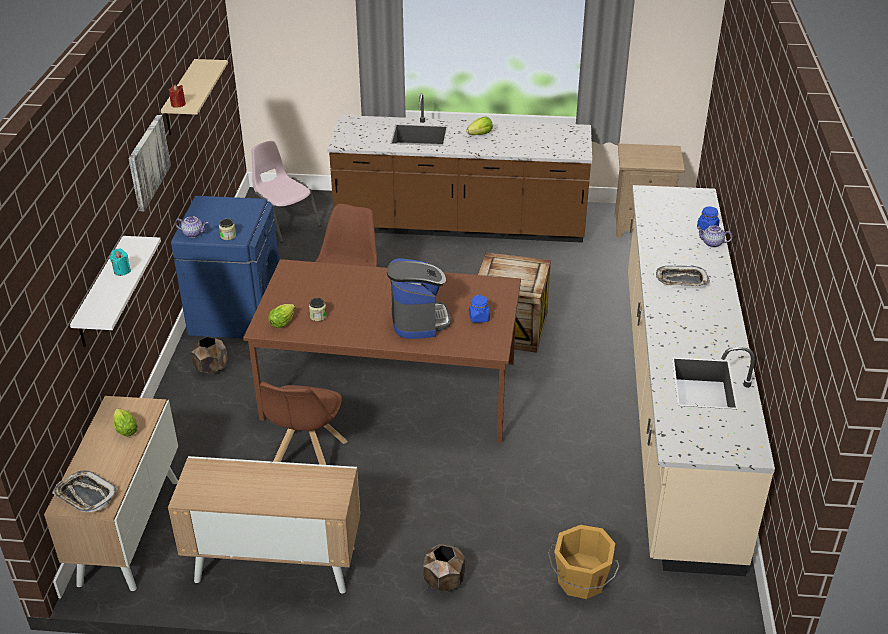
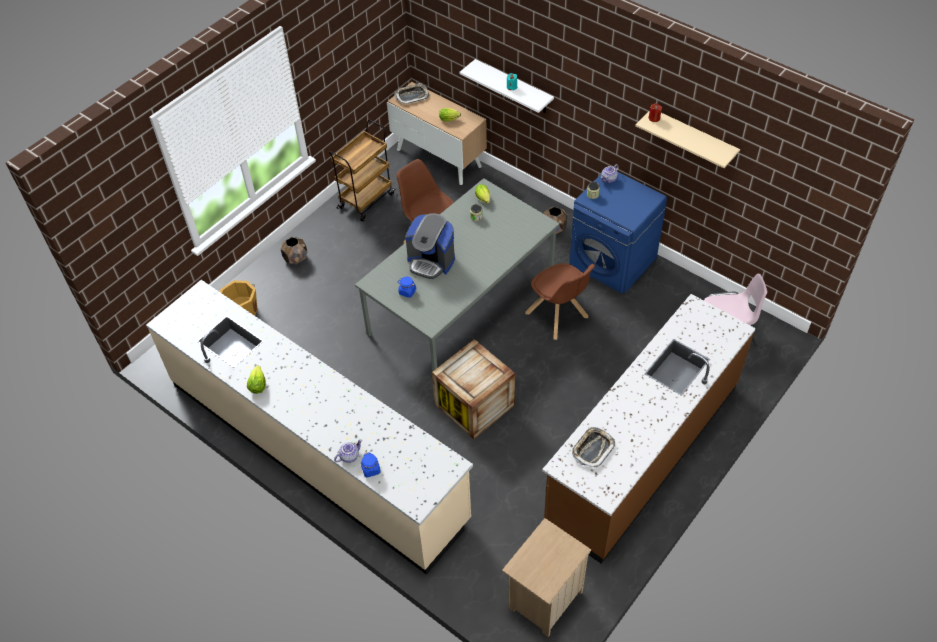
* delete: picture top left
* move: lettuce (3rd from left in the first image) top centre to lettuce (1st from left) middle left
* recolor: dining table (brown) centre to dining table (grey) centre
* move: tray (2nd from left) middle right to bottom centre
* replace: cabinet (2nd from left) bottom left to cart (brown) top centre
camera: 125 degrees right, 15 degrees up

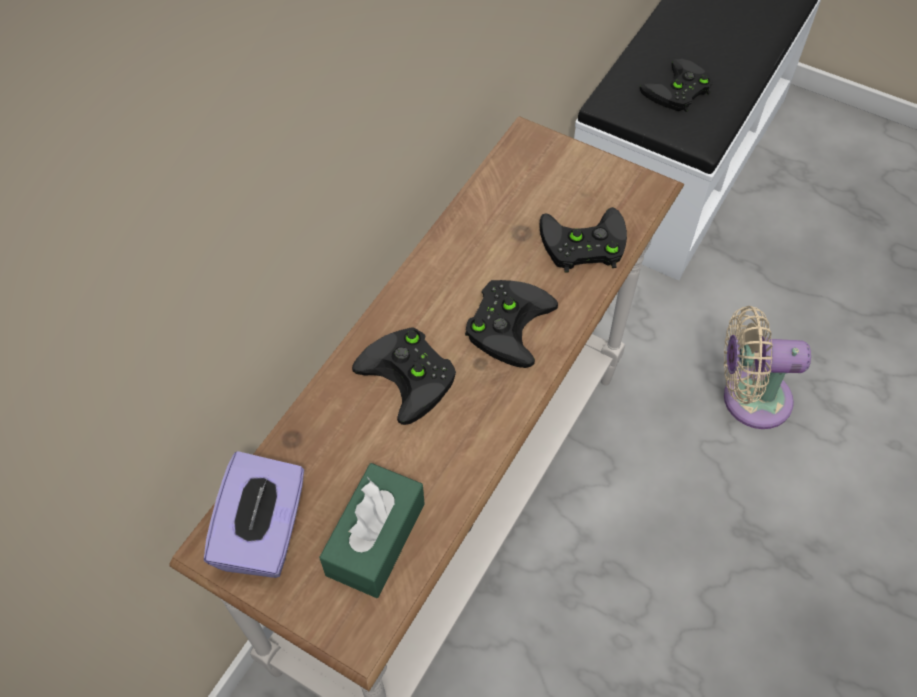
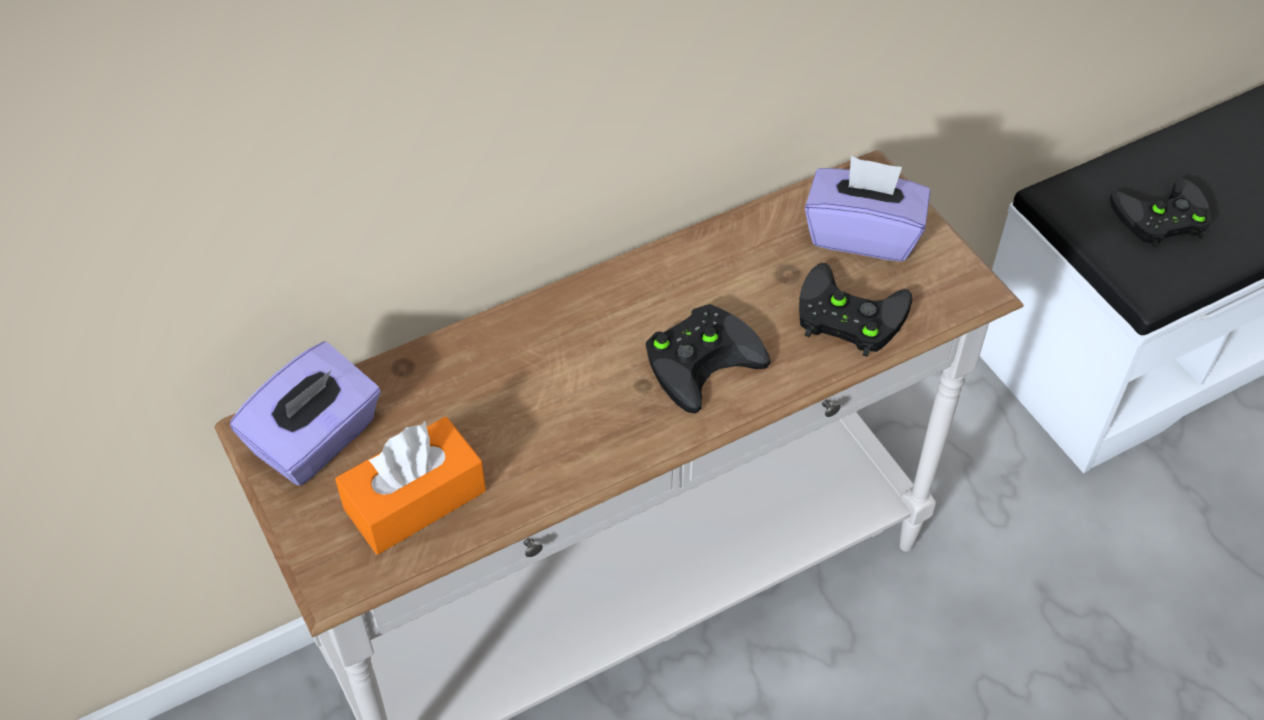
* delete: fan (beige) middle right
* delete: game controller (black) (1st from left) centre
* recolor: tissue box (green) bottom centre to tissue box (orange) bottom left
* insert: tissue box (purple) (2nd from left) top right
camera: 30 degrees right, 5 degrees down

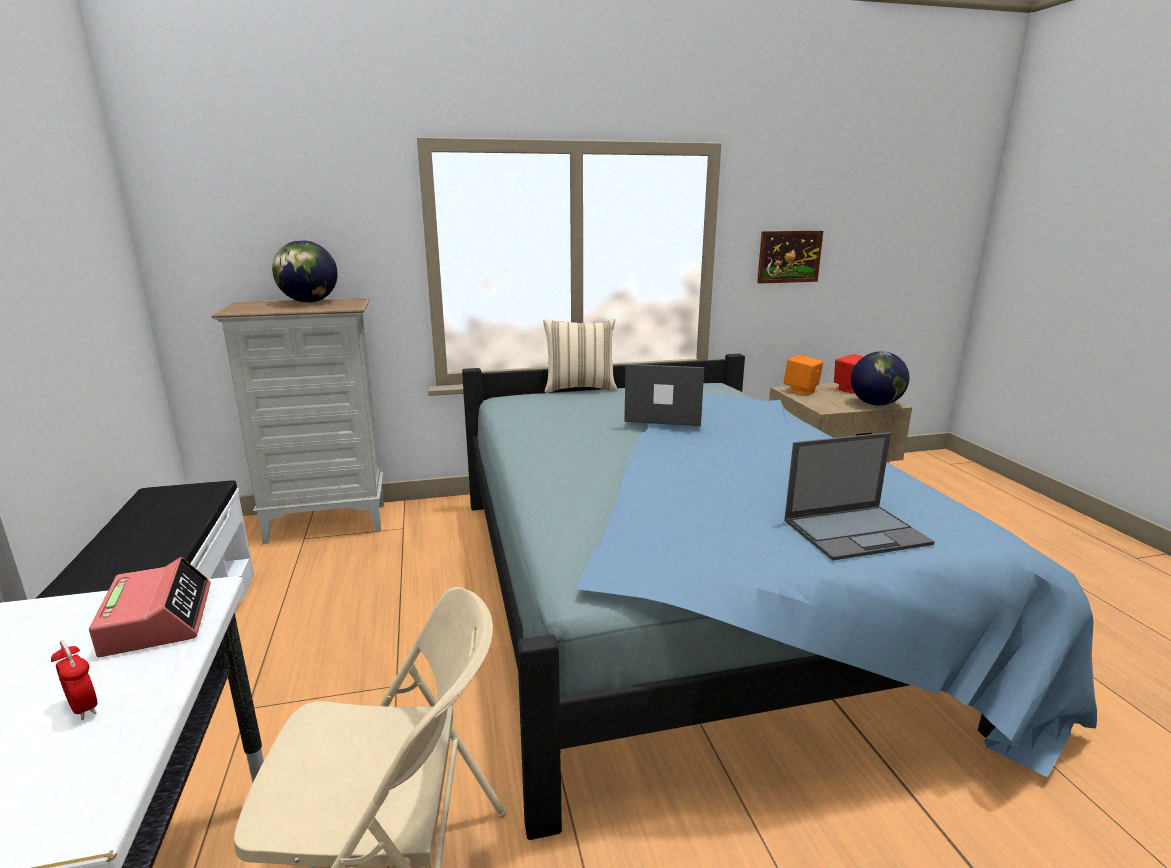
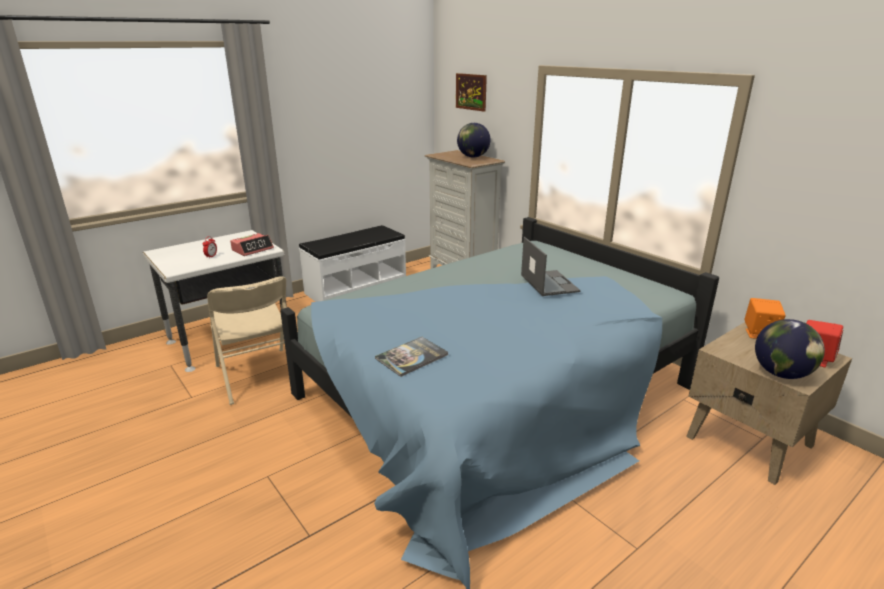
* move: picture top right to top centre
* delete: pillow (beige) centre
* replace: laptop (2nd from left) middle right to book centre
camera: 65 degrees right, 5 degrees up

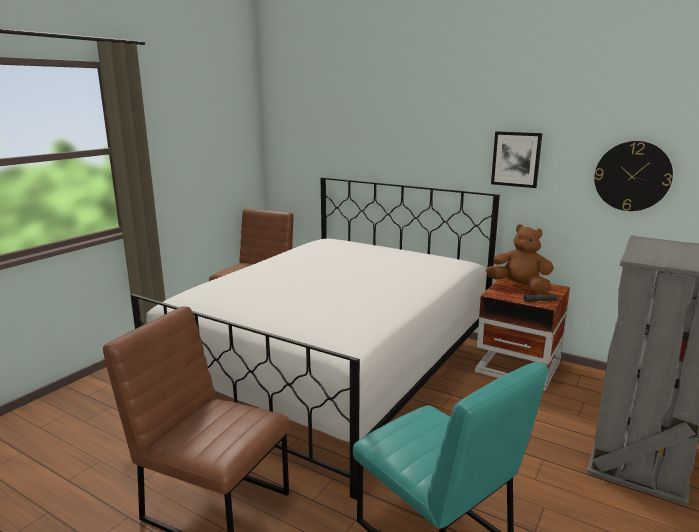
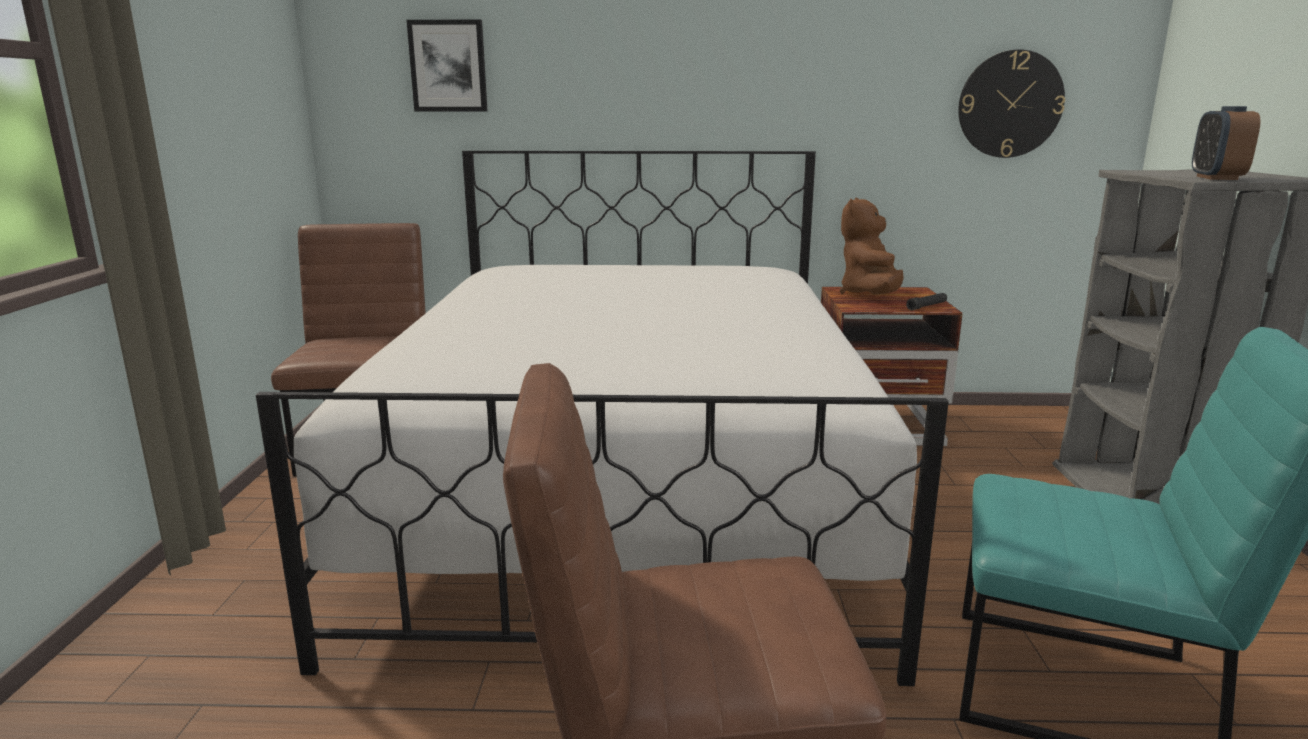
* move: picture top right to top centre
* rotate: plush toy (brown) middle right = top right 75 degrees counterclockwise
* insert: alarm clock top right
camera: 30 degrees left, 0 degrees up

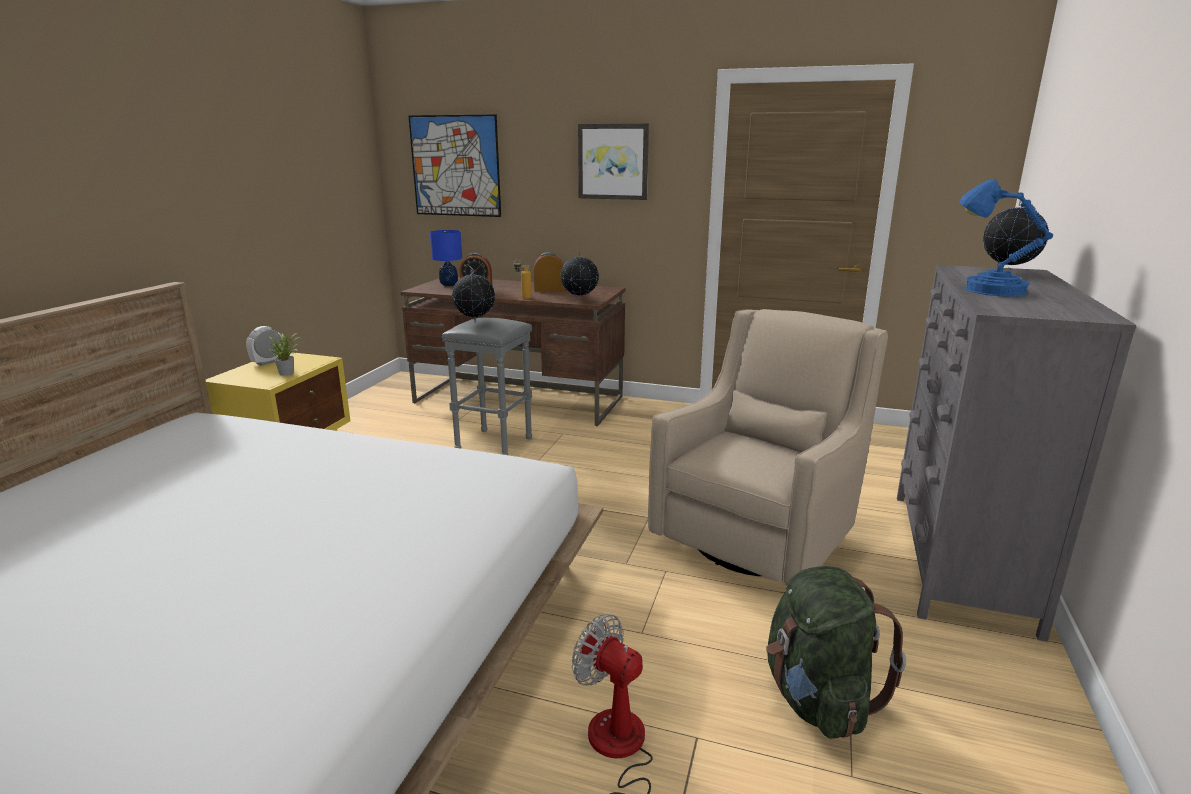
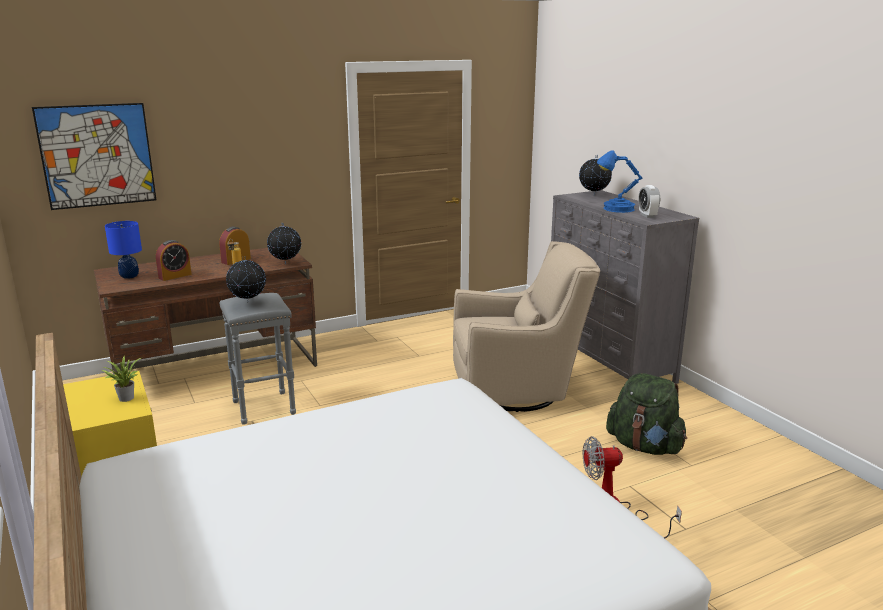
* delete: picture (2nd from left) top centre
* rotate: armchair (beige) centre = centre 90 degrees clockwise
* move: alarm clock (1st from left in the first image) middle left to alarm clock (3rd from left) top right
camera: 45 degrees left, 0 degrees up

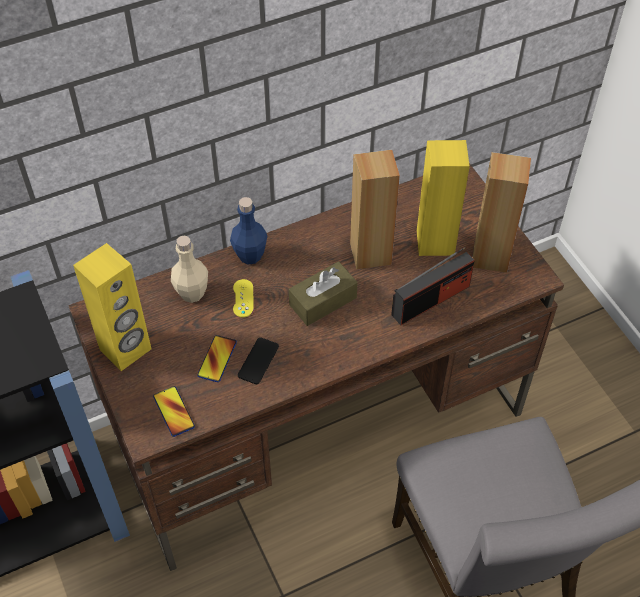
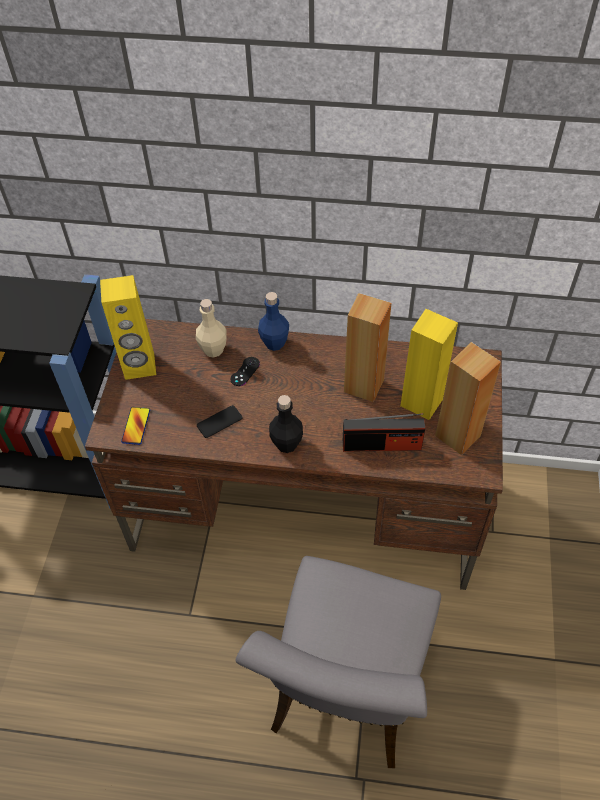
* delete: tissue box (brown) centre
* recolor: game controller (yellow) centre to game controller (black) centre
* delete: phone (2nd from left) centre
* insert: bottle (black) centre
camera: 35 degrees right, 0 degrees up

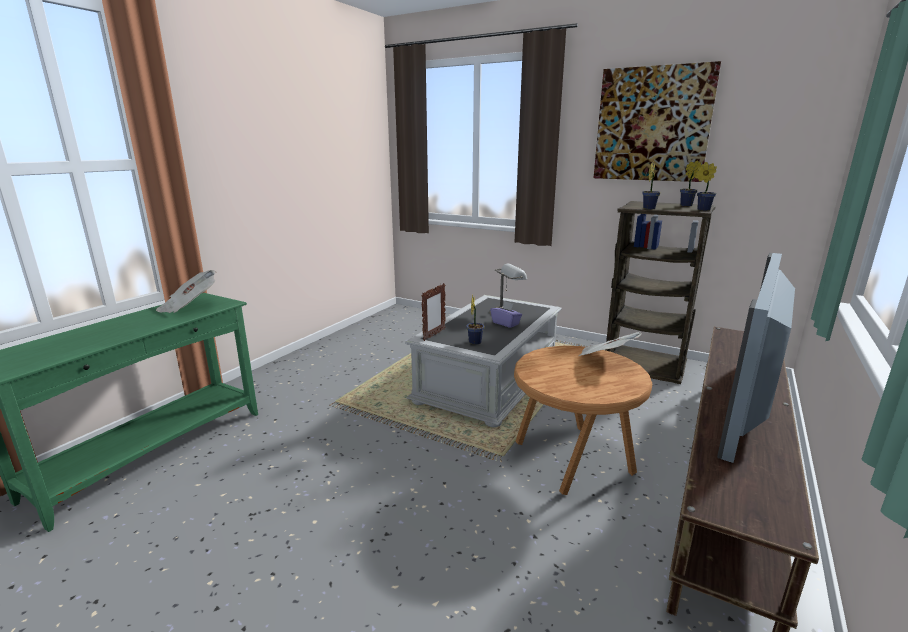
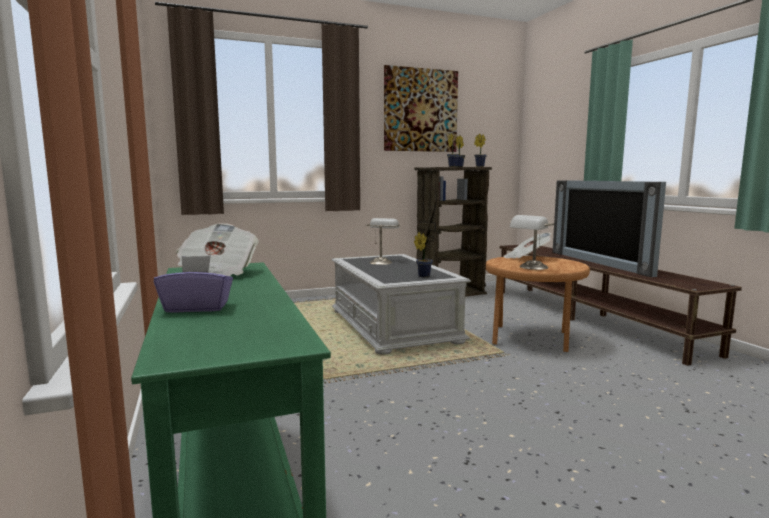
* delete: picture frame centre
* move: tissue box (purple) centre to middle left
* insert: table lamp (white) (2nd from left) middle right
camera: 50 degrees left, 10 degrees down

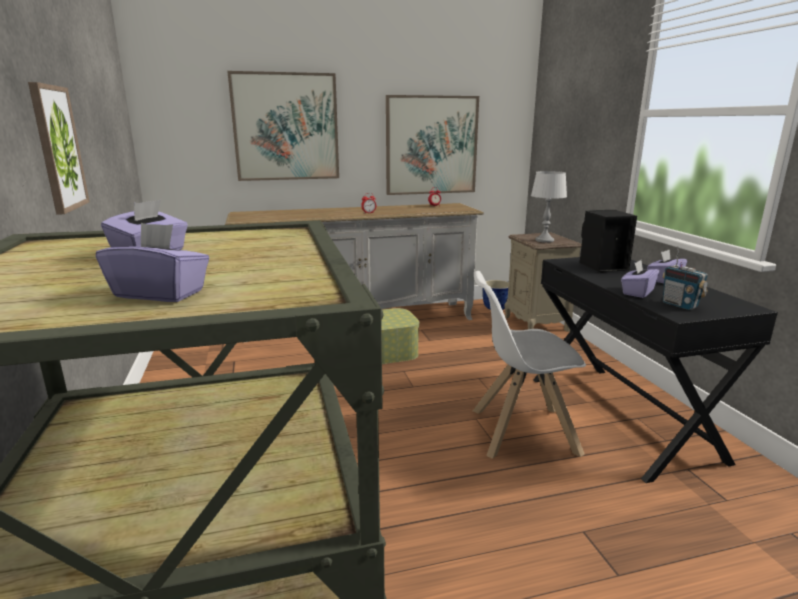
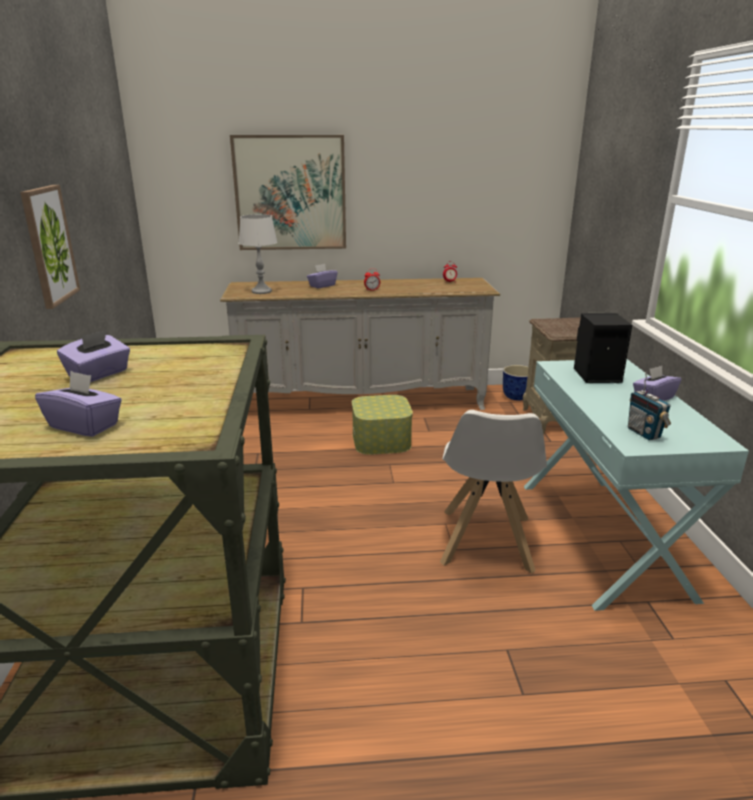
* delete: picture (3rd from left) top centre
* move: table lamp (grey) middle right to top centre
* recolor: desk (black) middle right to desk (turquoise) middle right
* move: tissue box (purple) (3rd from left) middle right to centre
* rotate: chair centre = centre 90 degrees counterclockwise
camera: 10 degrees right, 5 degrees up

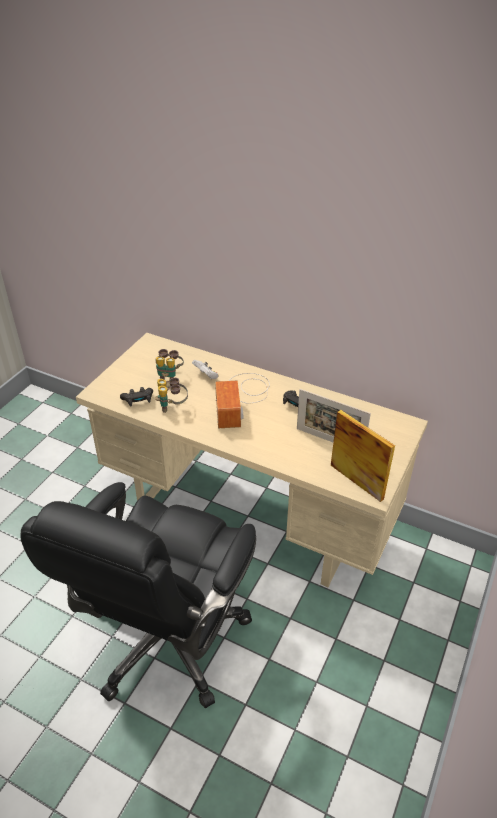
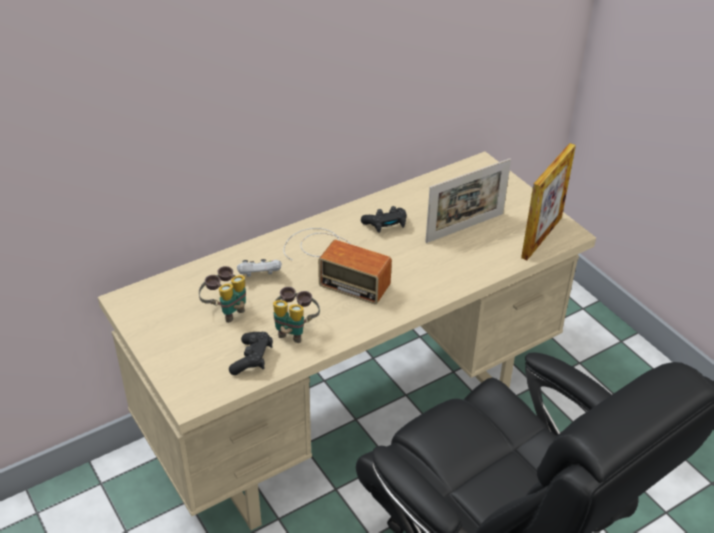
* rotate: picture frame (2nd from left) middle right = middle right 135 degrees clockwise
camera: 60 degrees left, 0 degrees up

